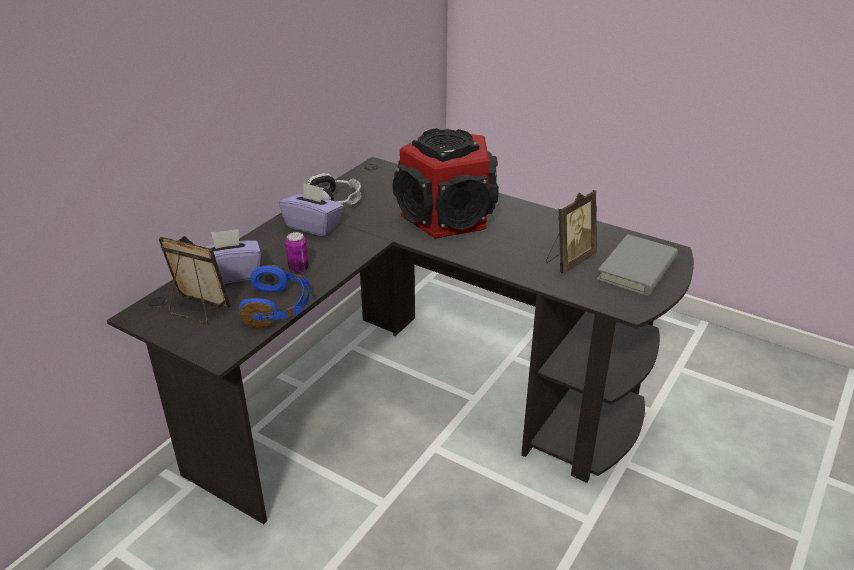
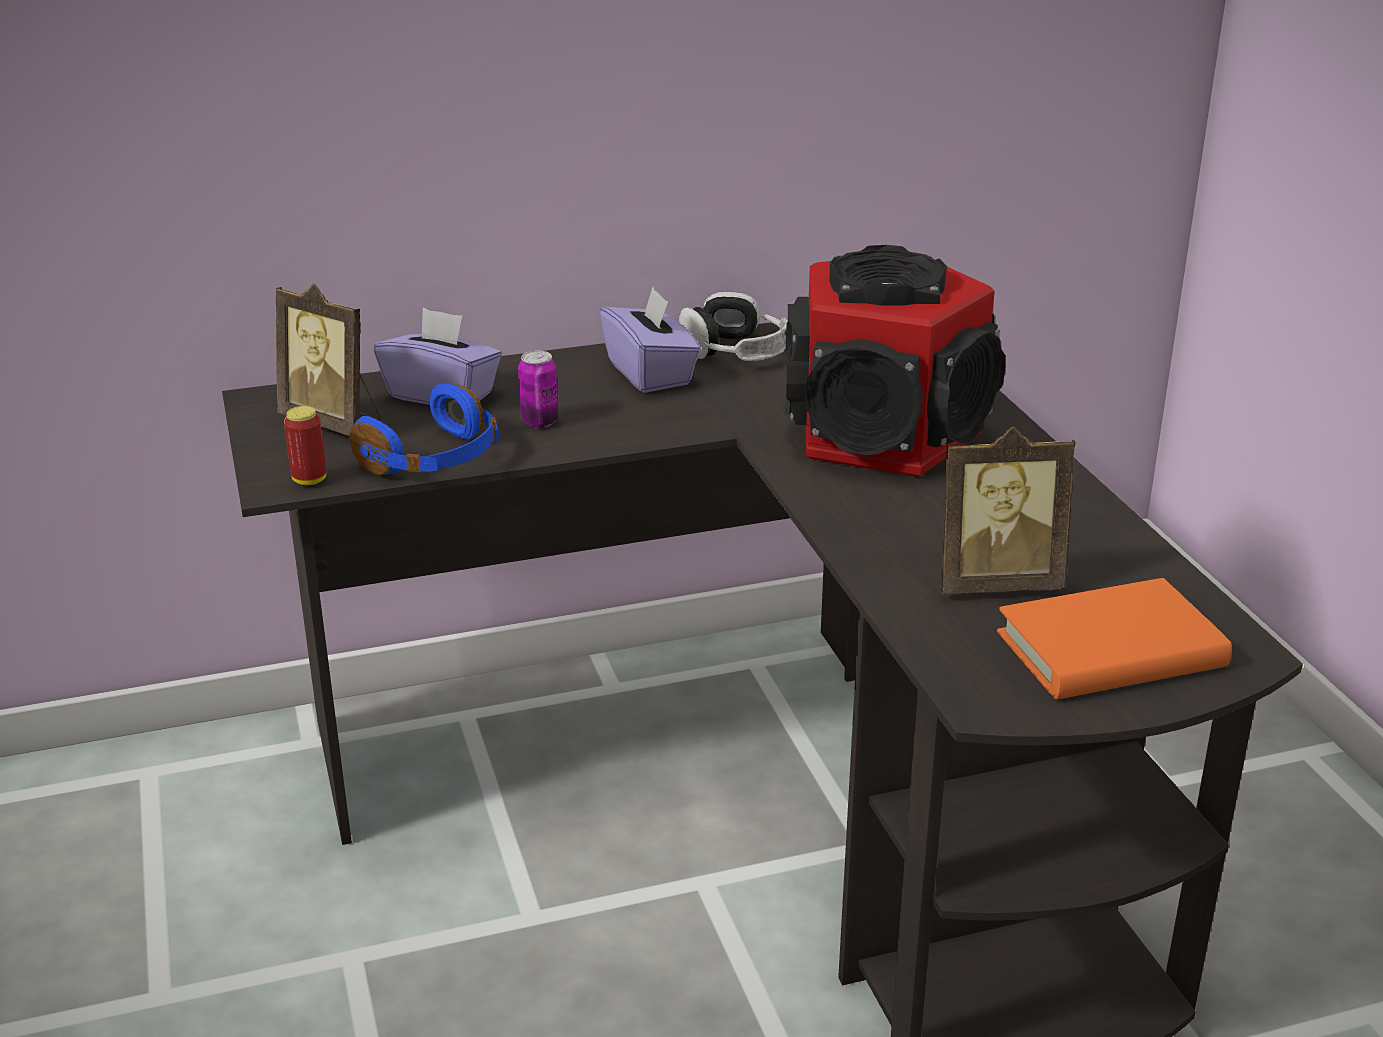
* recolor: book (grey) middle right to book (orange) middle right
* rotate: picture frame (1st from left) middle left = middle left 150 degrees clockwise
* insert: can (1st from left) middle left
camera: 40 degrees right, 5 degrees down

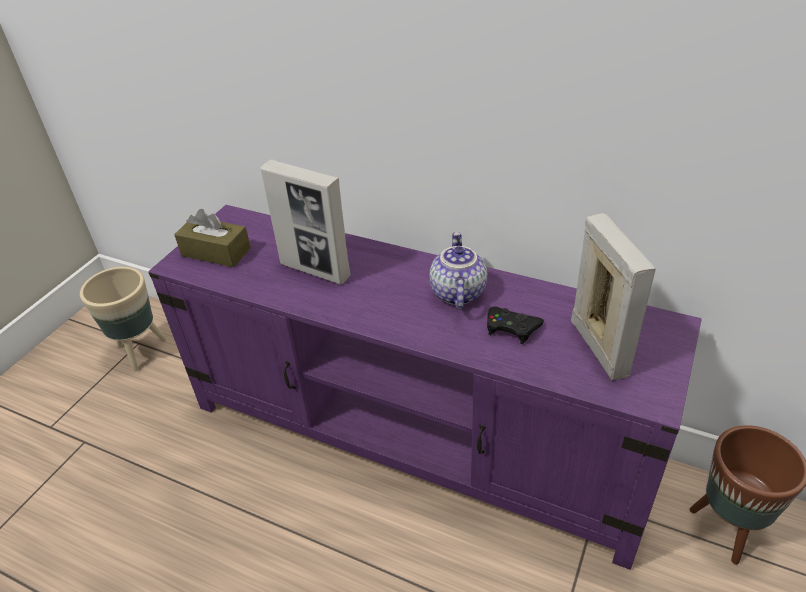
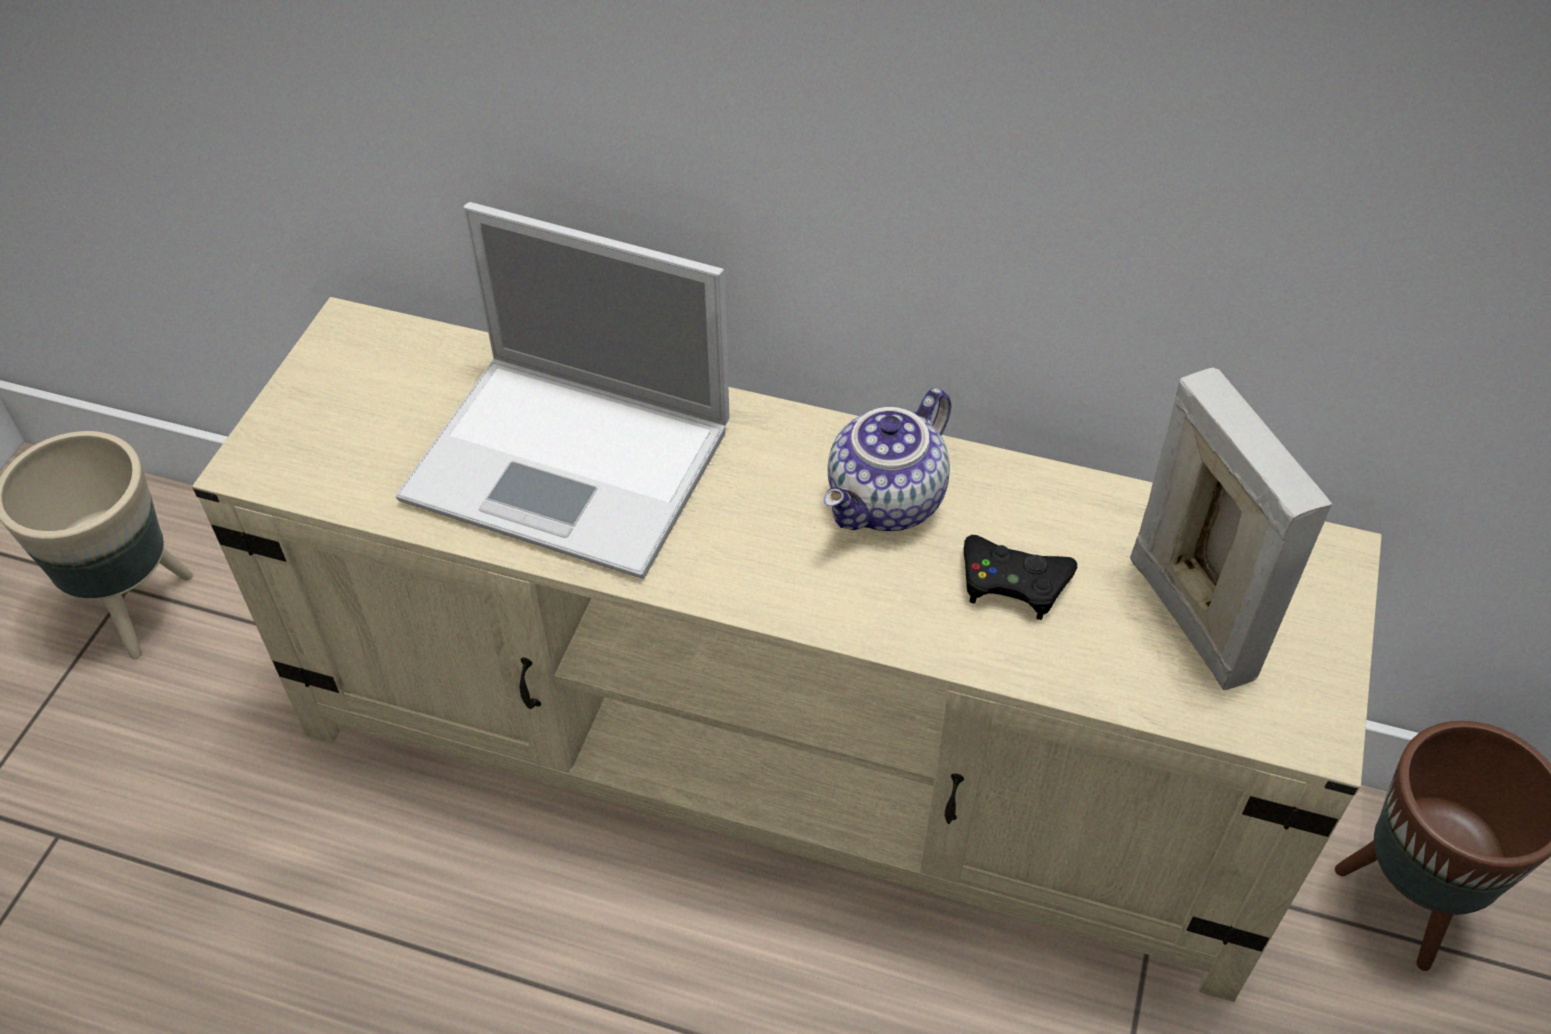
* replace: picture frame (1st from left) centre to laptop centre
* recolor: tv stand (purple) centre to tv stand (beige) centre
* delete: tissue box (brown) middle left
* rotate: teapot centre = centre 135 degrees counterclockwise
camera: 10 degrees left, 10 degrees up

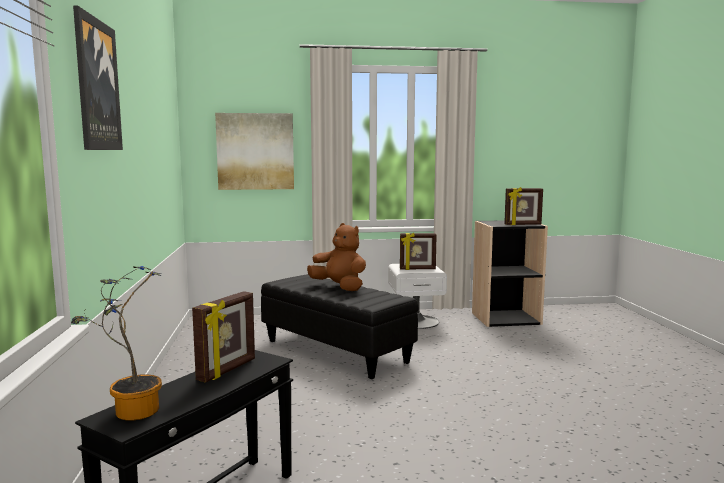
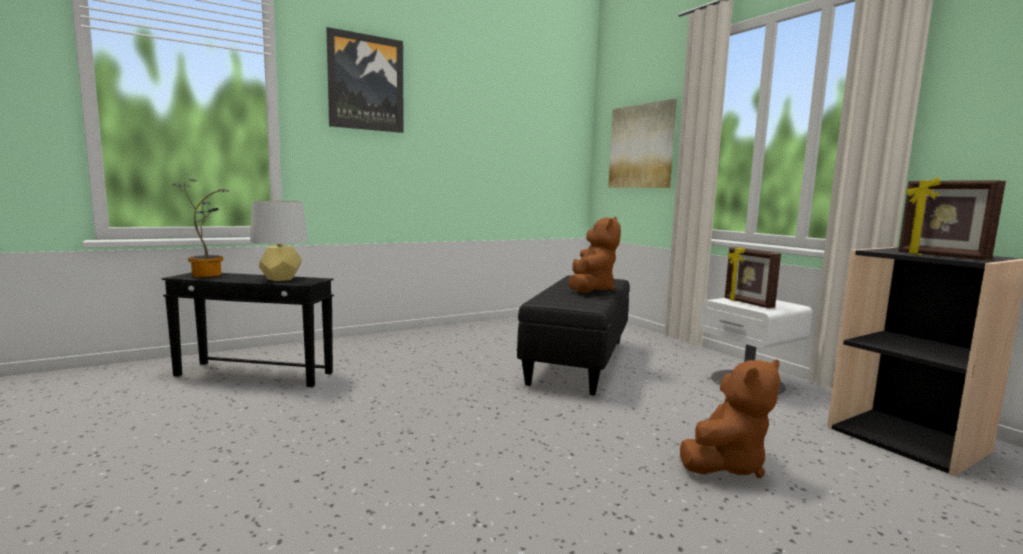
* replace: picture frame (1st from left) bottom left to table lamp (grey) middle left
* insert: plush toy (brown) (2nd from left) bottom right
camera: 65 degrees right, 0 degrees up

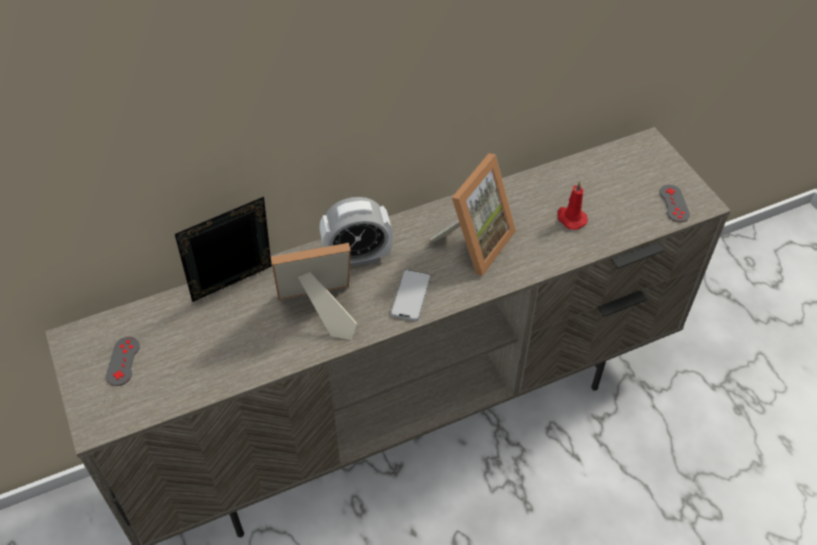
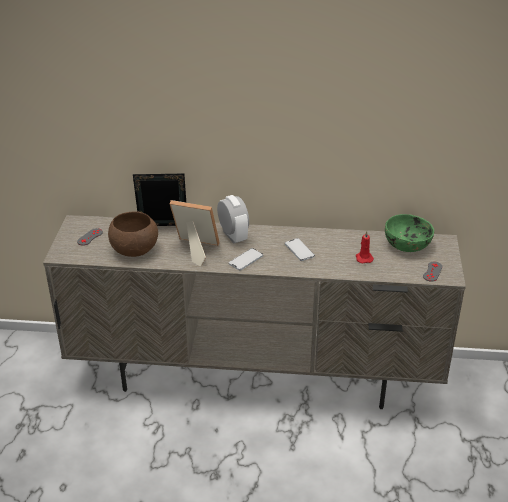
* replace: picture frame (3rd from left) centre to phone (2nd from left) centre
* rotate: alarm clock centre = centre 135 degrees counterclockwise
* insert: bowl (brown) middle left
* insert: bowl (green) middle right
camera: 30 degrees right, 15 degrees down

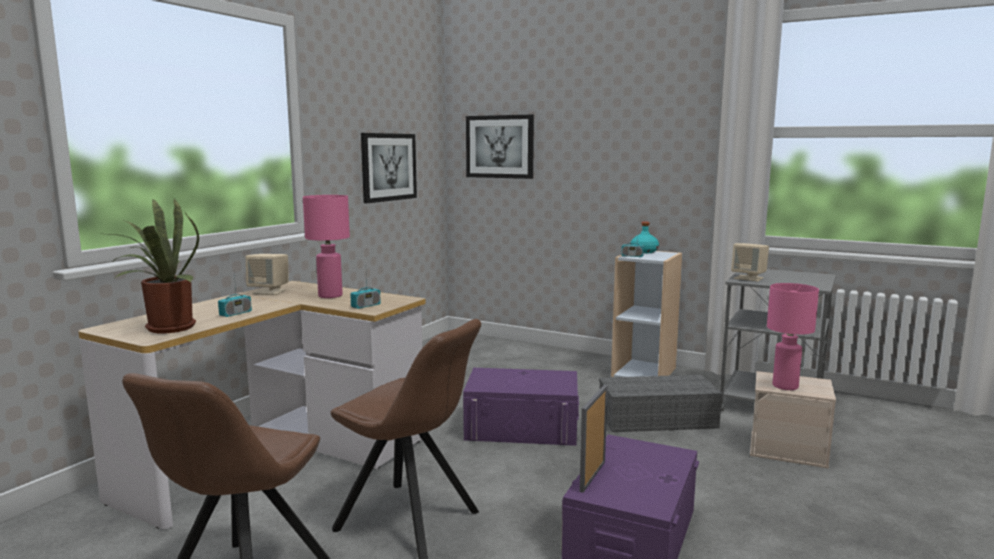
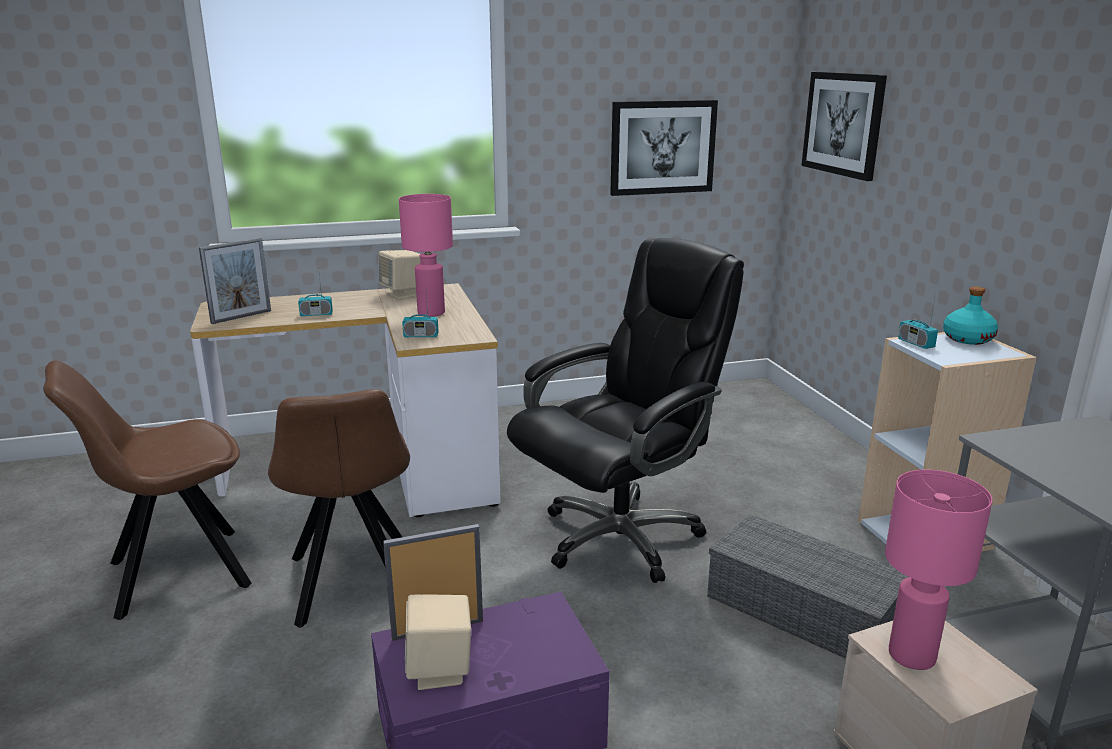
* replace: potted plant middle left to picture frame (1st from left) middle left
* move: speaker (beige) (2nd from left) middle right to bottom centre
* replace: storage box (purple) (1st from left) bottom centre to office chair (black) centre
camera: 45 degrees right, 10 degrees up

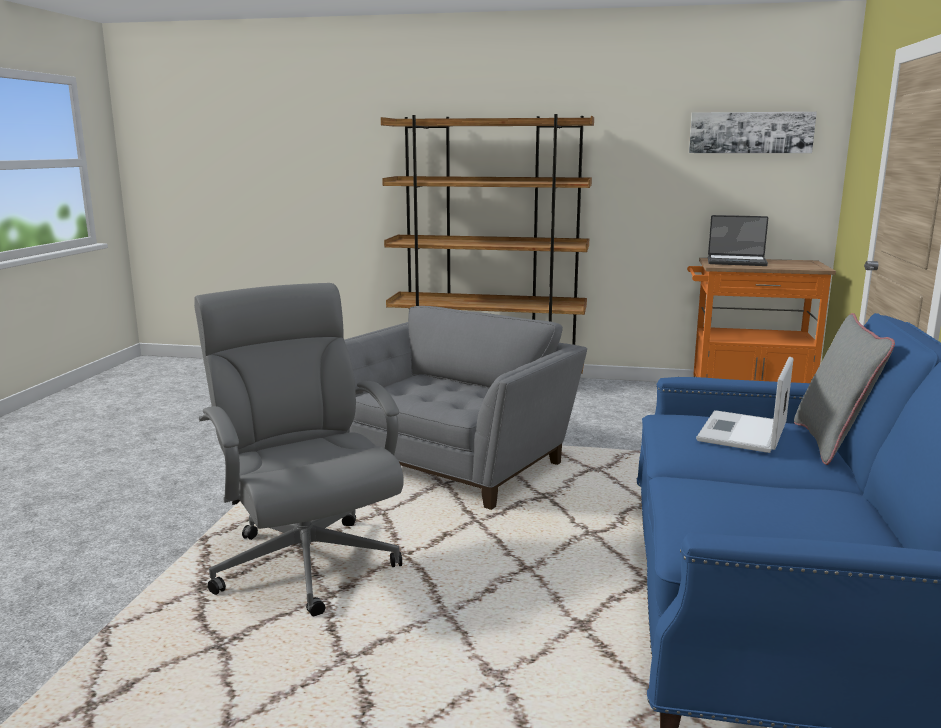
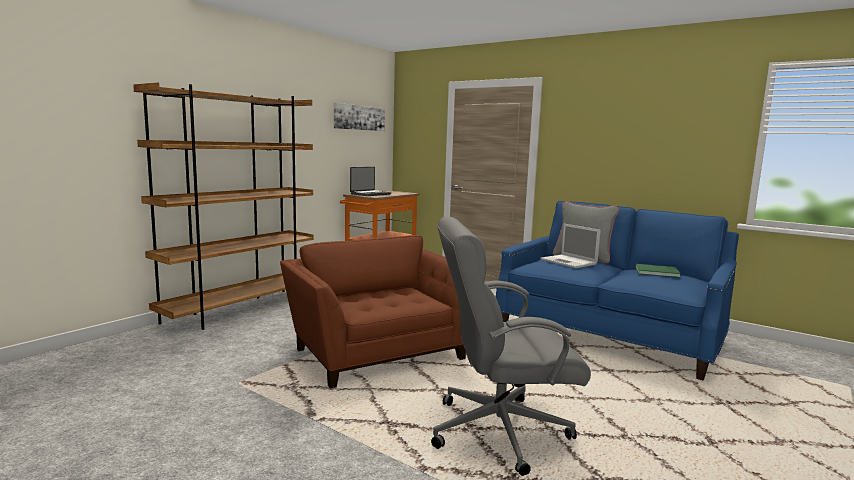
* recolor: armchair (grey) centre to armchair (brown) centre
* insert: book (green) middle right
camera: 65 degrees left, 5 degrees down

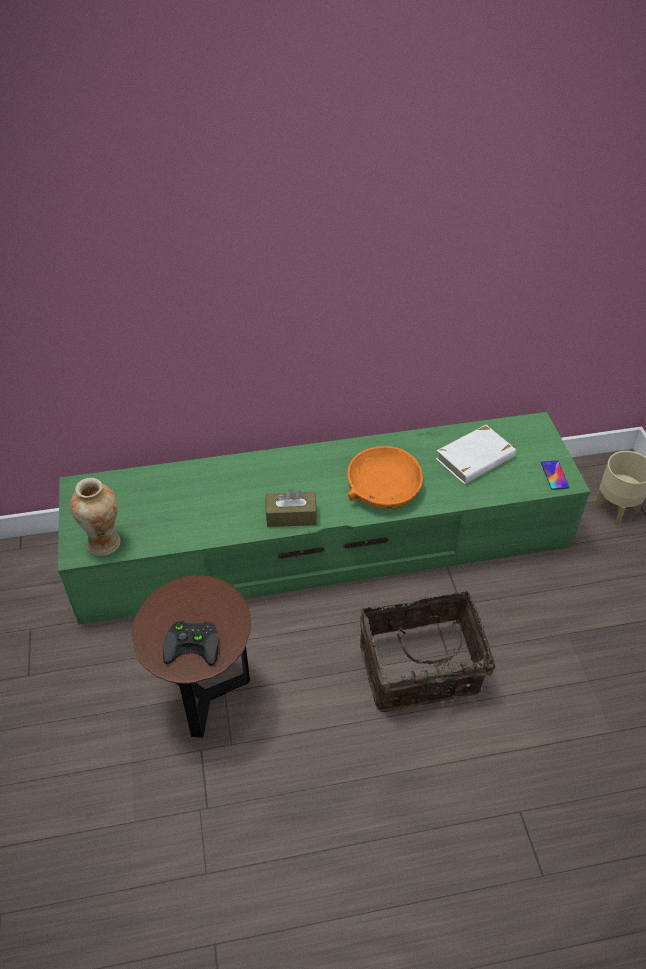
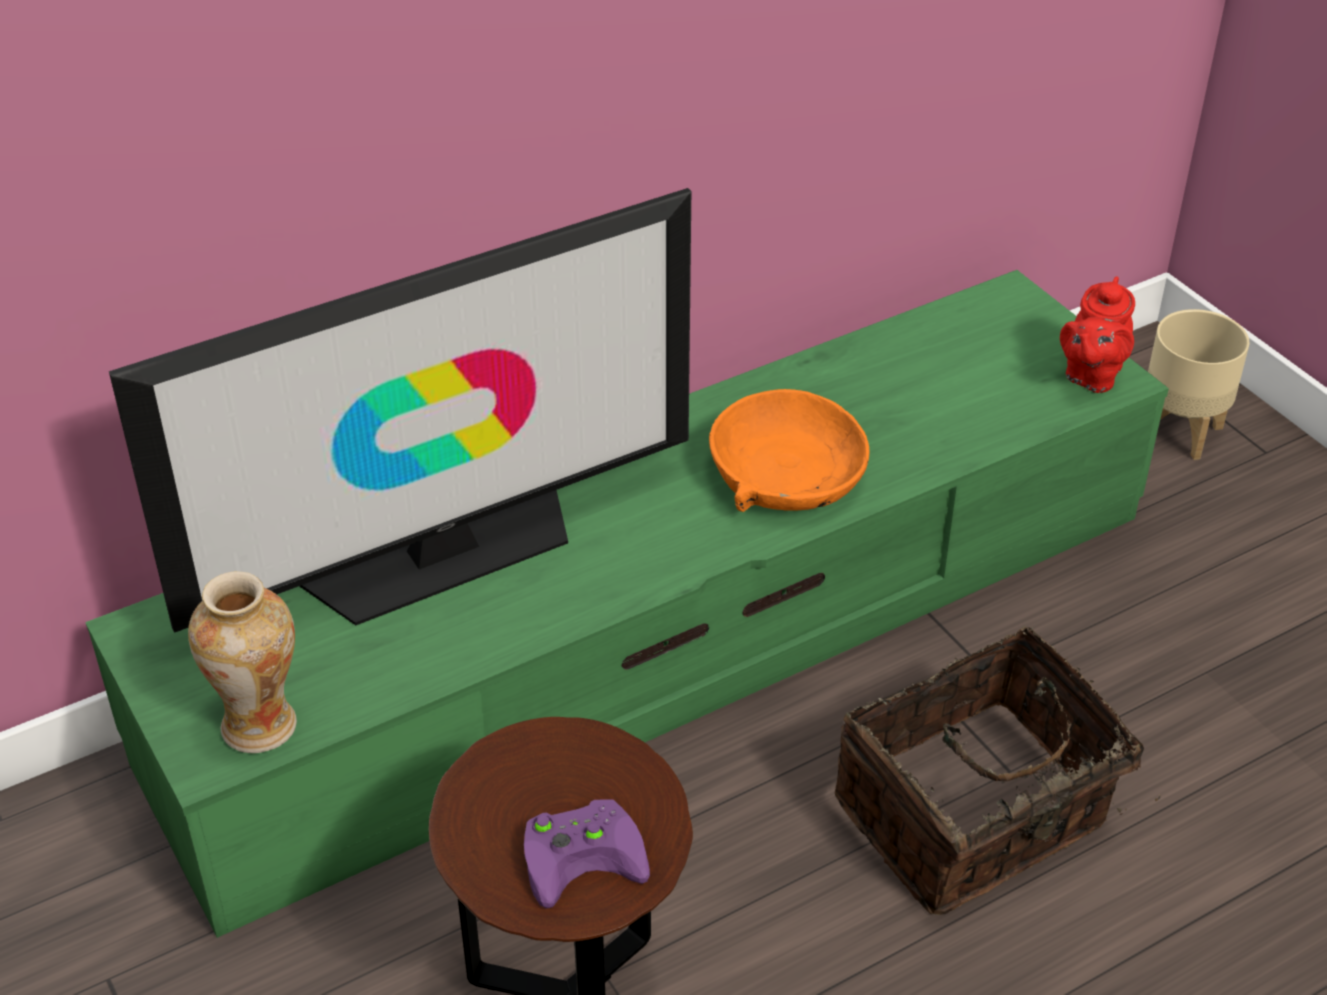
* delete: book (white) middle right
* replace: phone middle right to teapot (red) middle right
* delete: tissue box (brown) centre
* recolor: game controller (black) middle left to game controller (purple) bottom centre
* insert: television middle left
camera: 20 degrees left, 5 degrees down

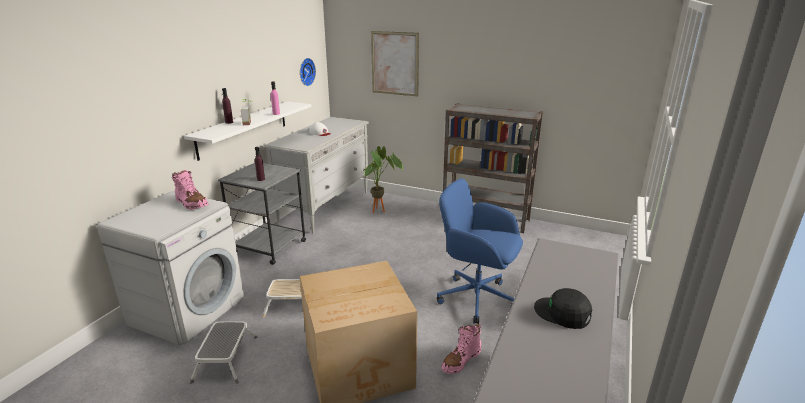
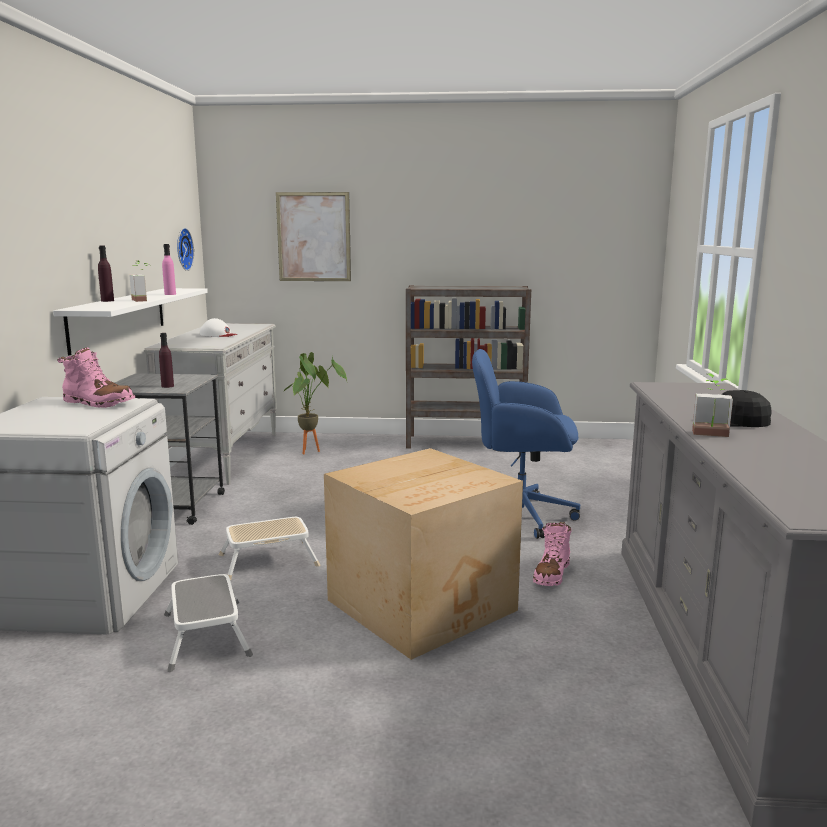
* insert: potted plant (3rd from left) middle right
camera: 20 degrees left, 10 degrees down

